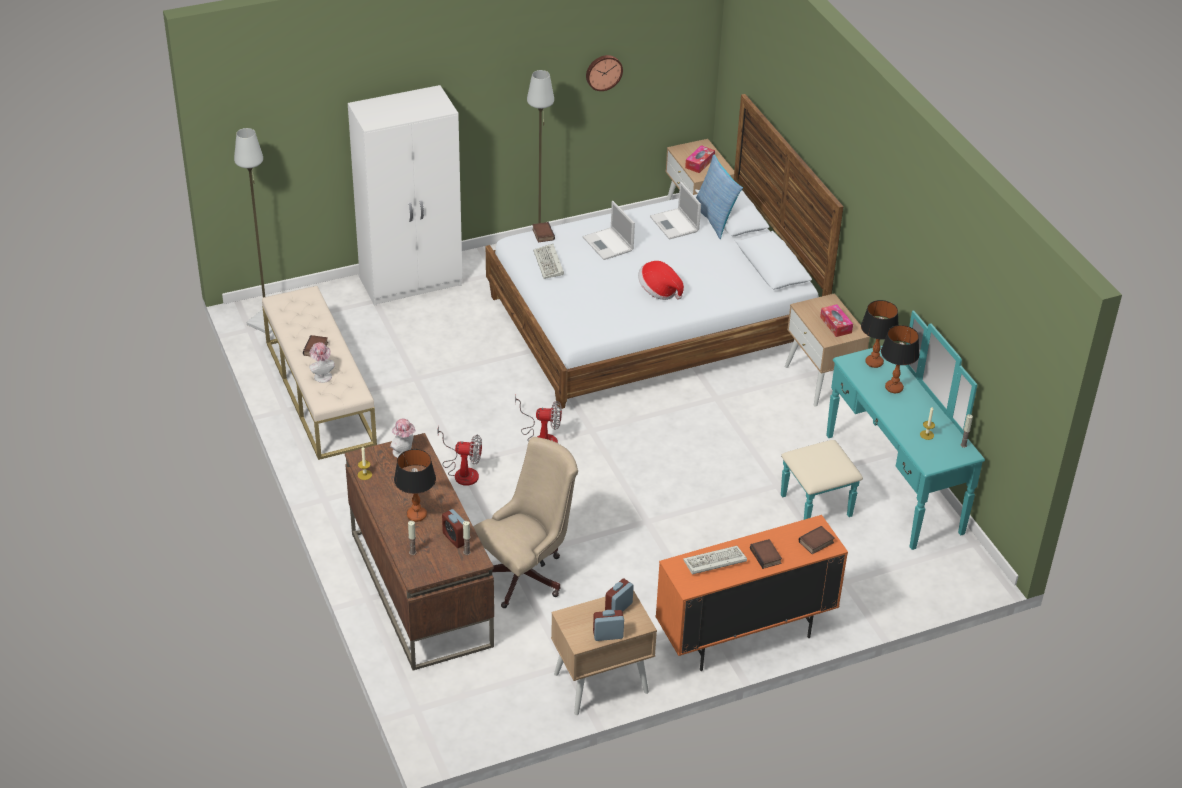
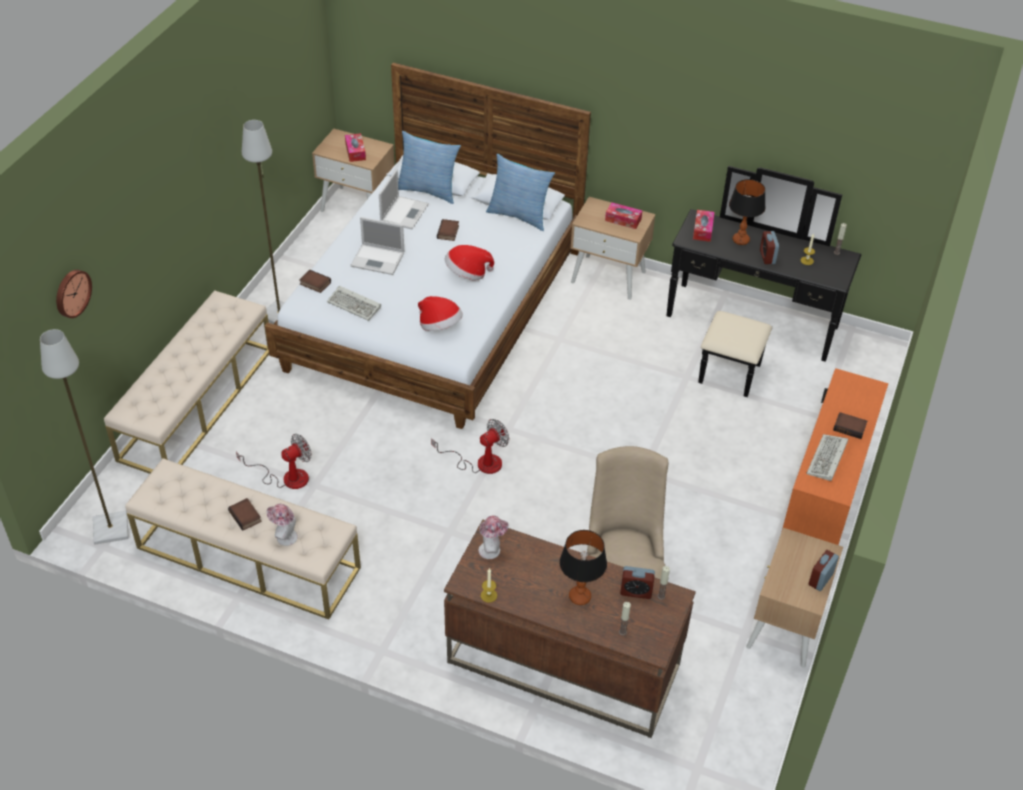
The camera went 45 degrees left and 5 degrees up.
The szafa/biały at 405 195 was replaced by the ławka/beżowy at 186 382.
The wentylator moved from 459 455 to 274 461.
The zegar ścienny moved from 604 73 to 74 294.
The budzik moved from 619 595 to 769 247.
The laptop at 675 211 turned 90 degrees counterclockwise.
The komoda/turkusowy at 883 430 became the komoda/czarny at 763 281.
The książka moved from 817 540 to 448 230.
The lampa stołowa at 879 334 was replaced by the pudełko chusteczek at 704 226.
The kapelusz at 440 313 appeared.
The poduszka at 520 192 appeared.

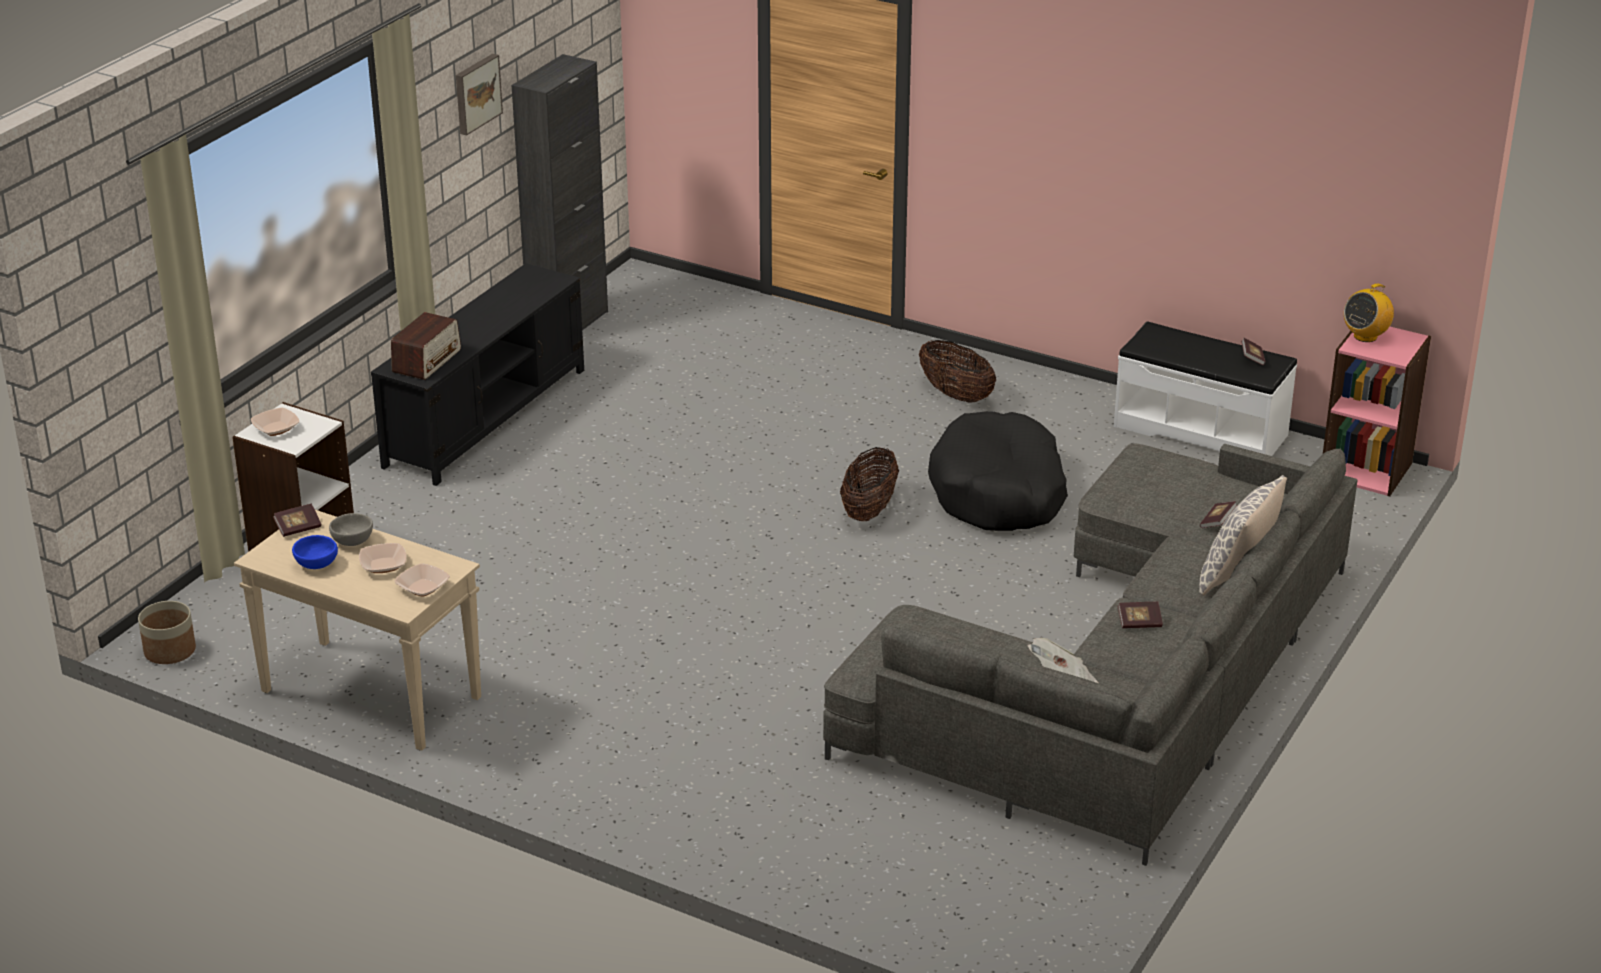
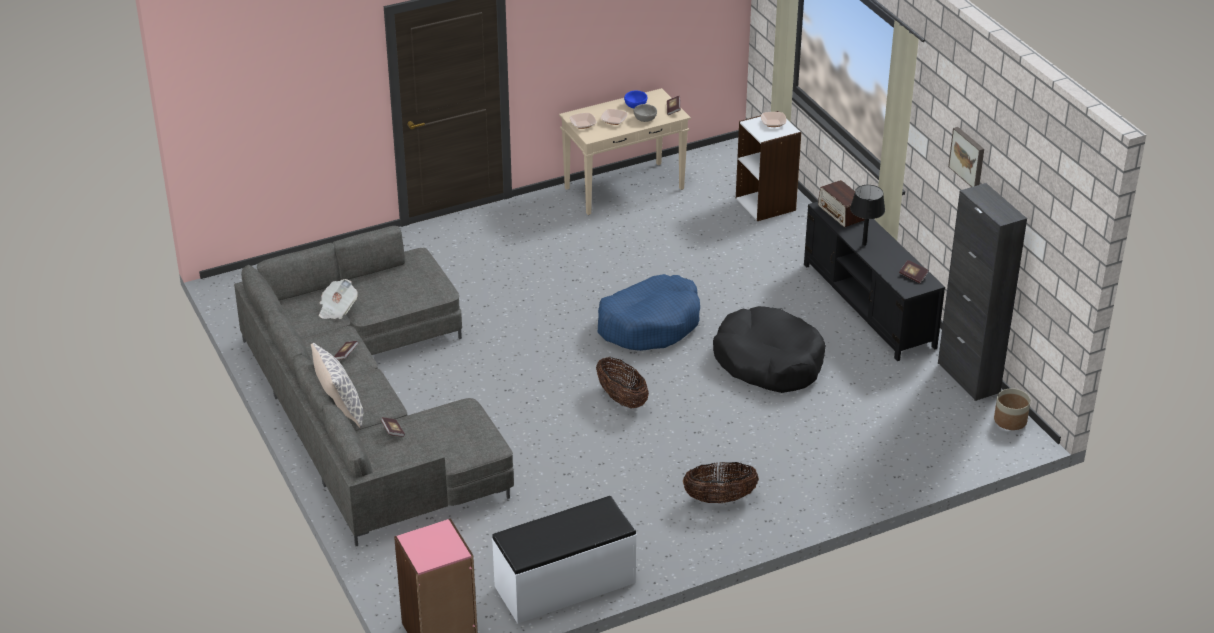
The camera went 125 degrees right and 5 degrees up.
The donica moved from 167 632 to 1012 409.
The legowisko/czarny moved from 998 471 to 769 349.
The książka moved from 1253 351 to 913 271.
The radio at 1369 313 disappeared.
The legowisko/niebieski at 649 312 appeared.
The lampa stołowa/czarny at 867 215 appeared.

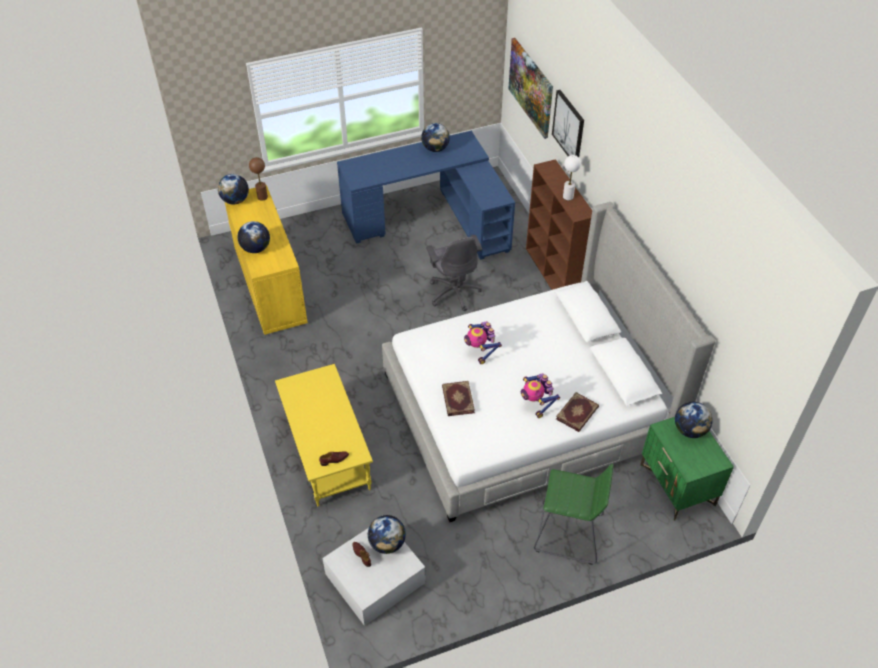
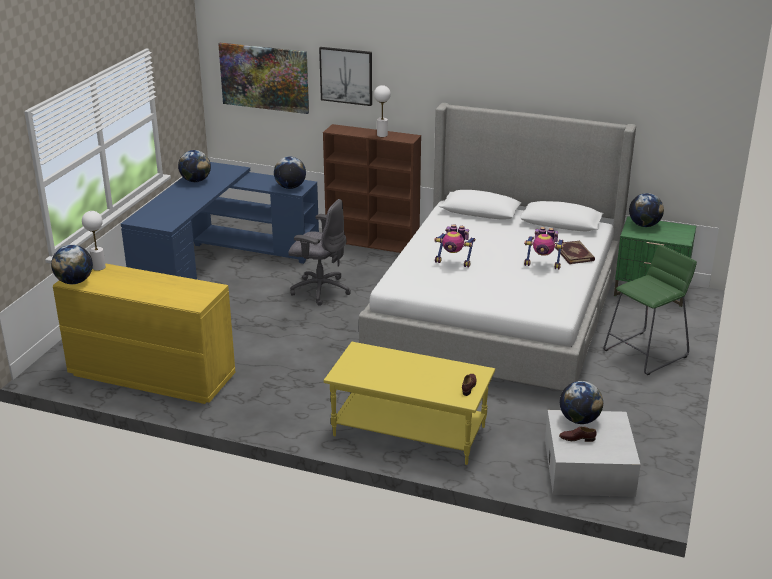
The camera went 50 degrees left and 20 degrees down.
The globus moved from 253 237 to 290 172.
The lampa stołowa/brązowy at 258 178 became the lampa stołowa/biały at 94 241.
The książka at 458 398 disappeared.

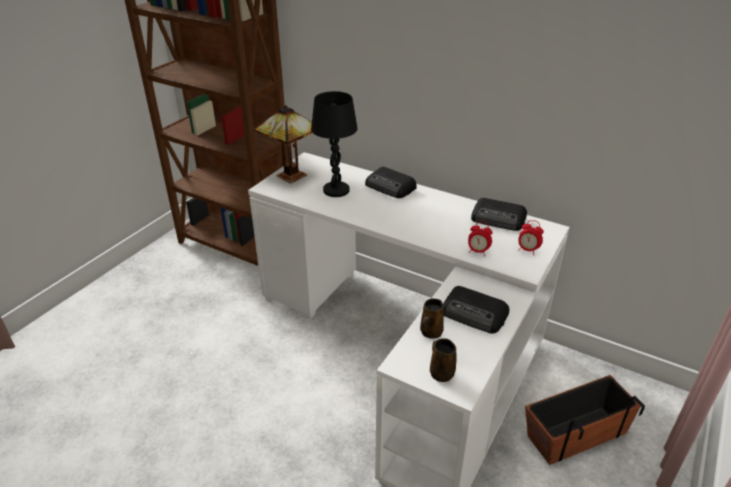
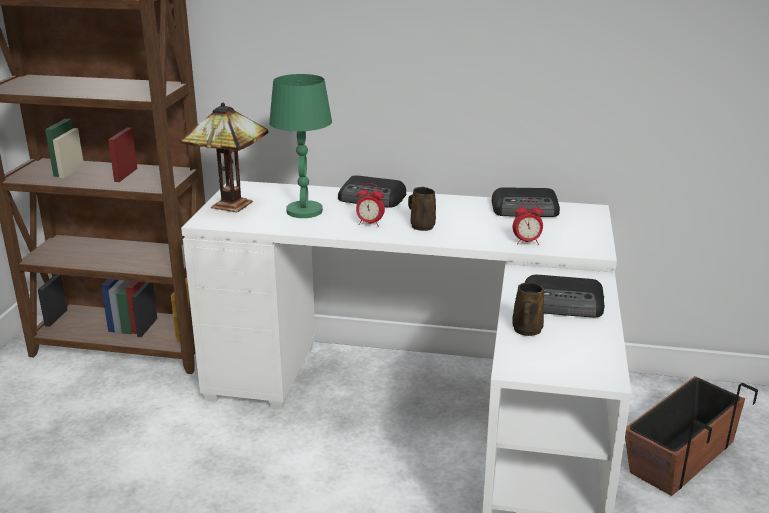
The camera went 20 degrees left and 10 degrees down.
The lampa stołowa/czarny at 334 144 became the lampa stołowa/zielony at 300 146.
The kubek/brązowy moved from 443 360 to 422 209.
The budzik moved from 531 237 to 370 205.

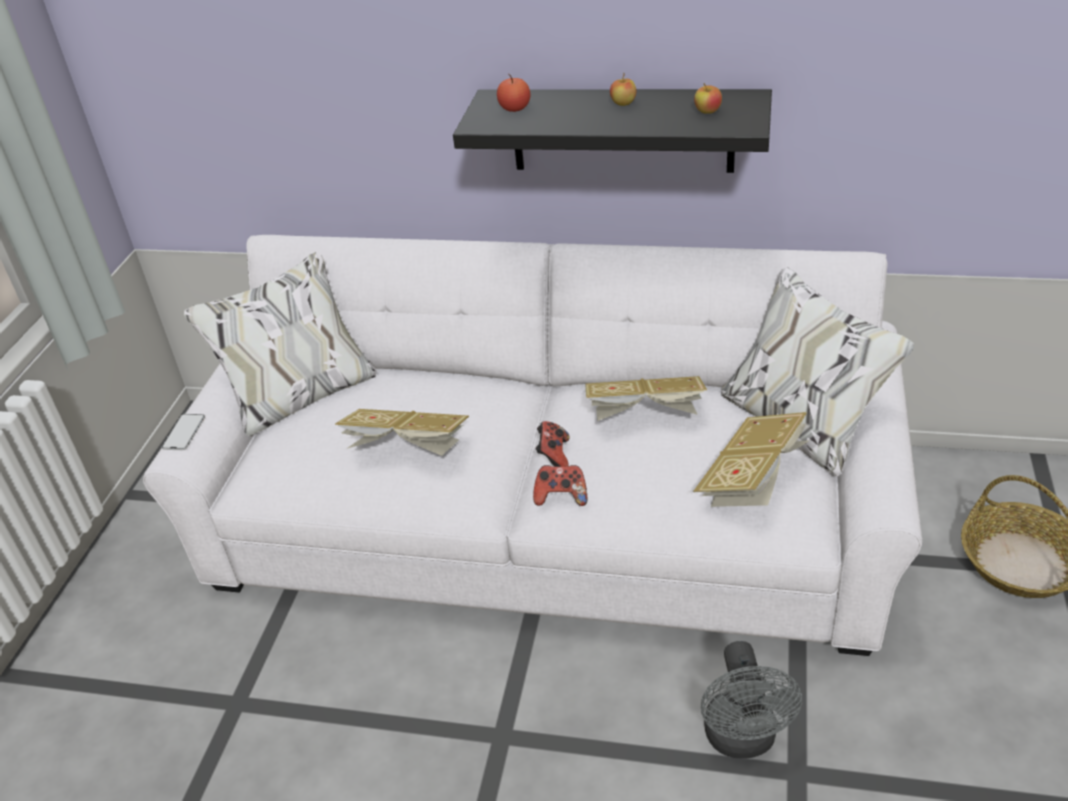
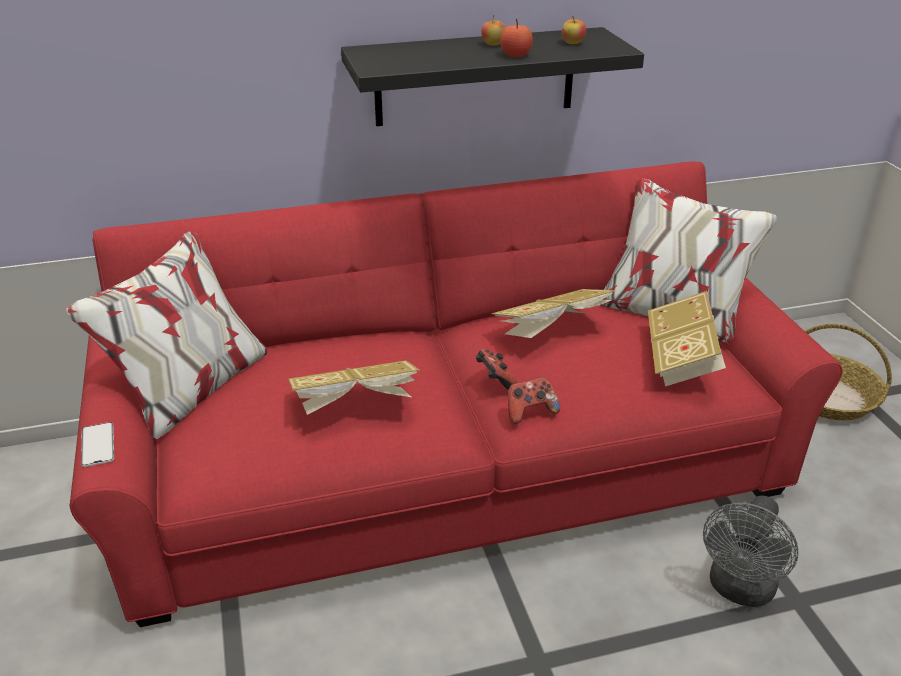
The camera went 30 degrees left and 5 degrees down.
The kanapa/biały at 532 445 became the kanapa/czerwony at 454 394.
The jabłko moved from 513 93 to 517 38.
The wentylator/szary at 751 699 turned 60 degrees clockwise.

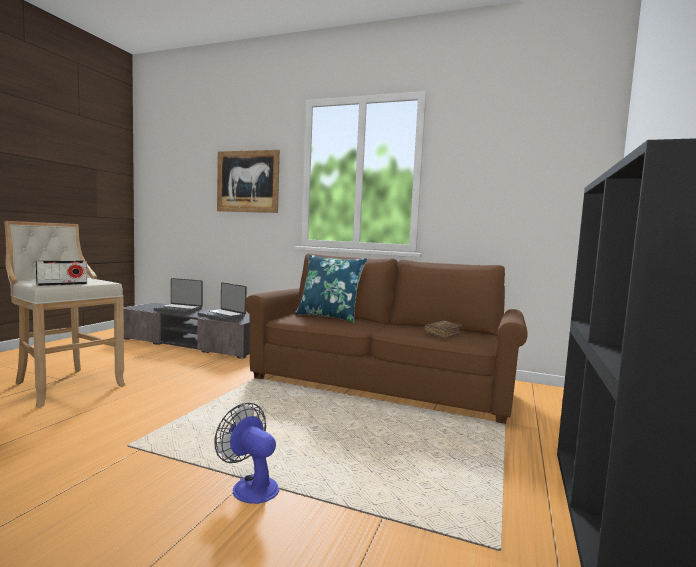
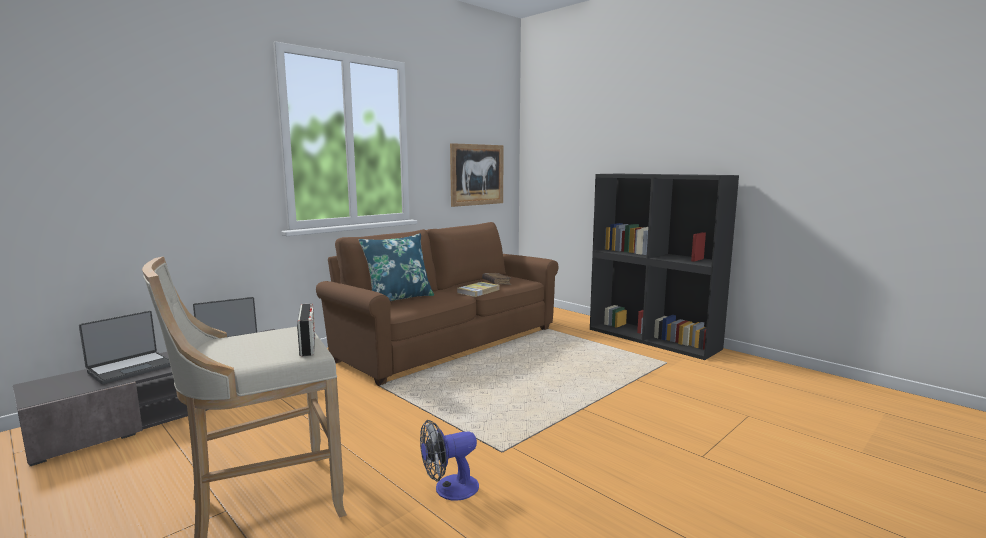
The camera went 65 degrees left and 5 degrees up.
The wentylator moved from 246 453 to 449 460.
The obraz moved from 248 181 to 476 175.
The książka at 478 289 appeared.

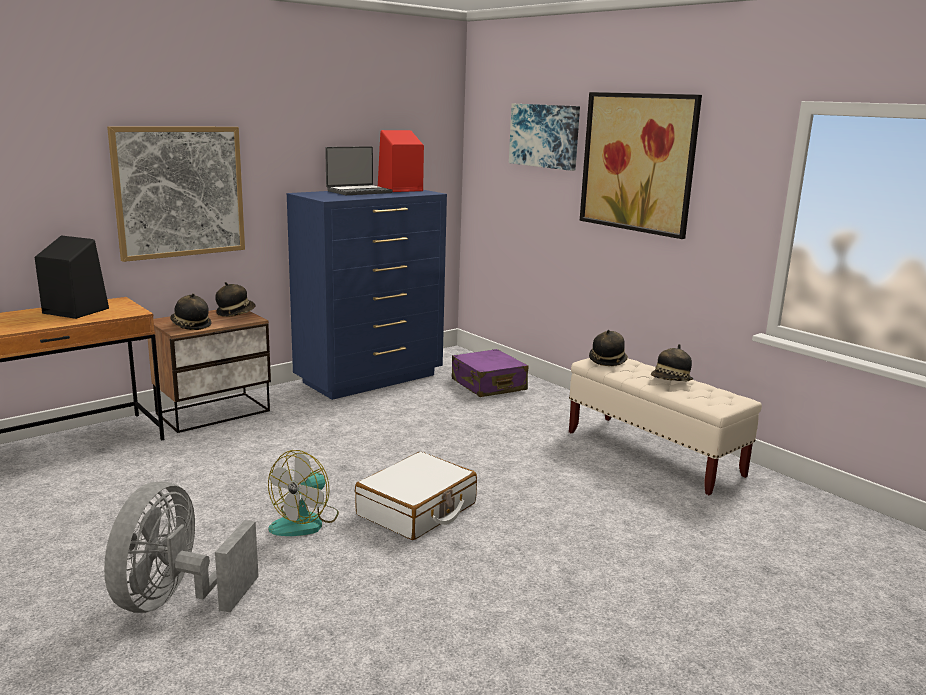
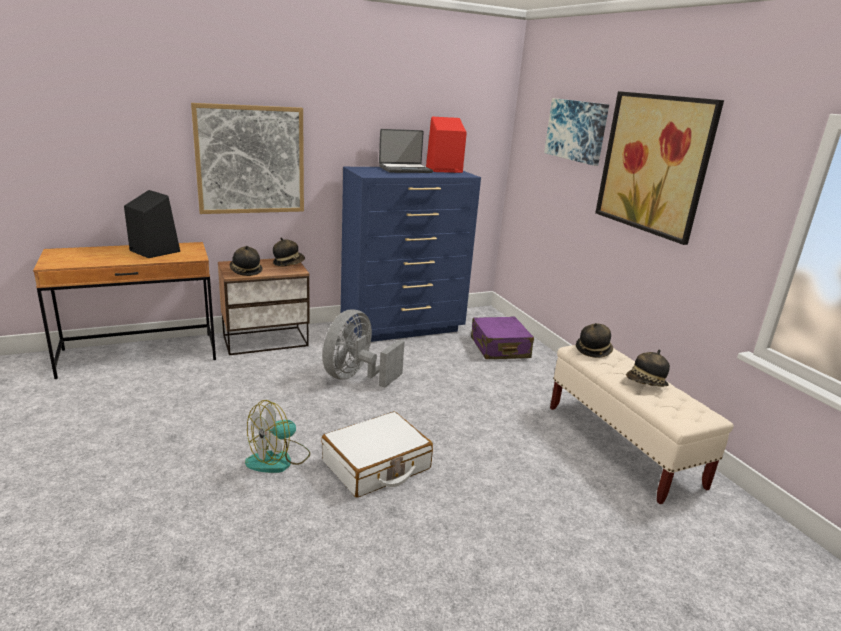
The camera went 15 degrees right and 5 degrees up.
The wentylator/szary moved from 181 547 to 364 348.

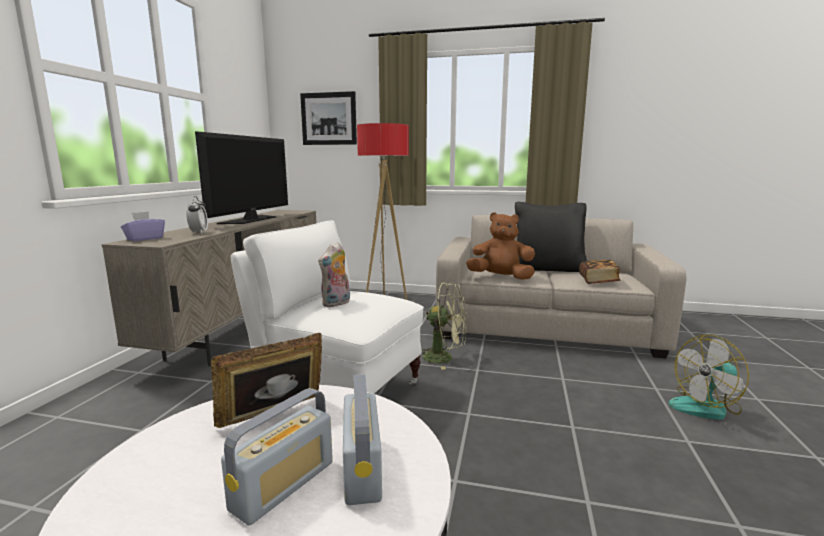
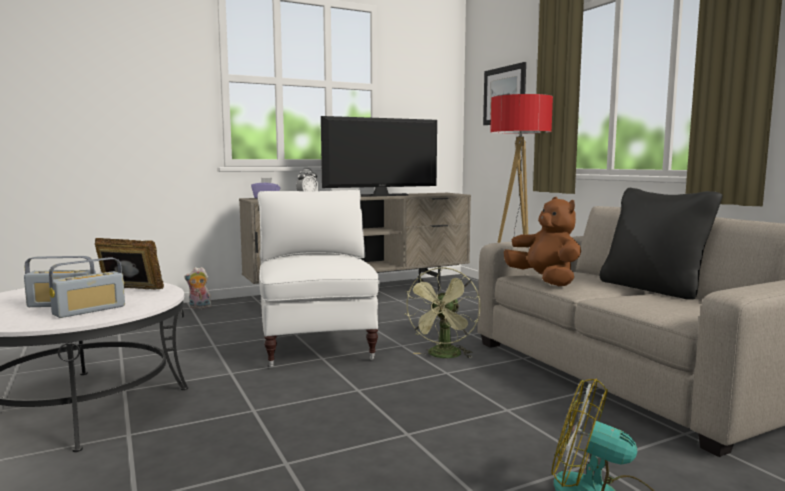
The camera went 50 degrees right and 5 degrees down.
The pluszak moved from 334 274 to 198 288.
The wentylator/zielony at 444 326 turned 45 degrees clockwise.
The książka at 600 272 disappeared.

